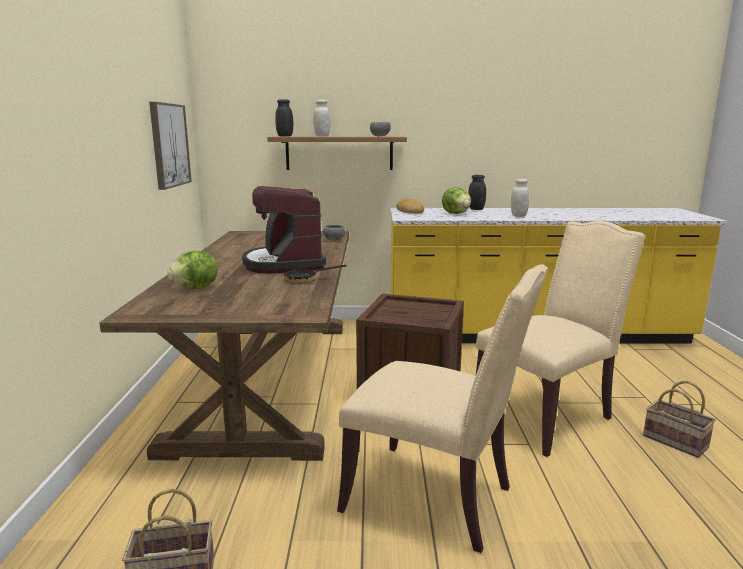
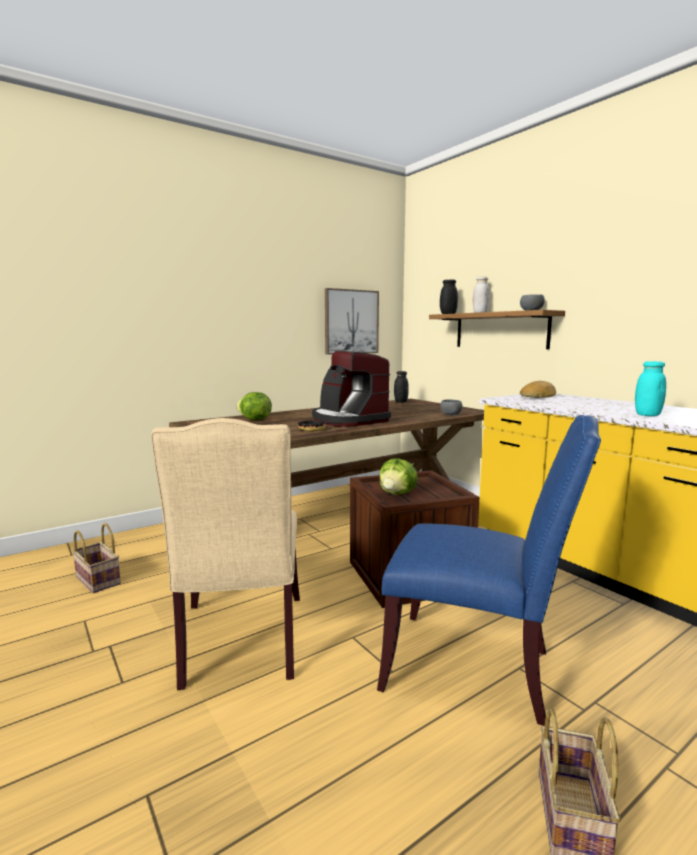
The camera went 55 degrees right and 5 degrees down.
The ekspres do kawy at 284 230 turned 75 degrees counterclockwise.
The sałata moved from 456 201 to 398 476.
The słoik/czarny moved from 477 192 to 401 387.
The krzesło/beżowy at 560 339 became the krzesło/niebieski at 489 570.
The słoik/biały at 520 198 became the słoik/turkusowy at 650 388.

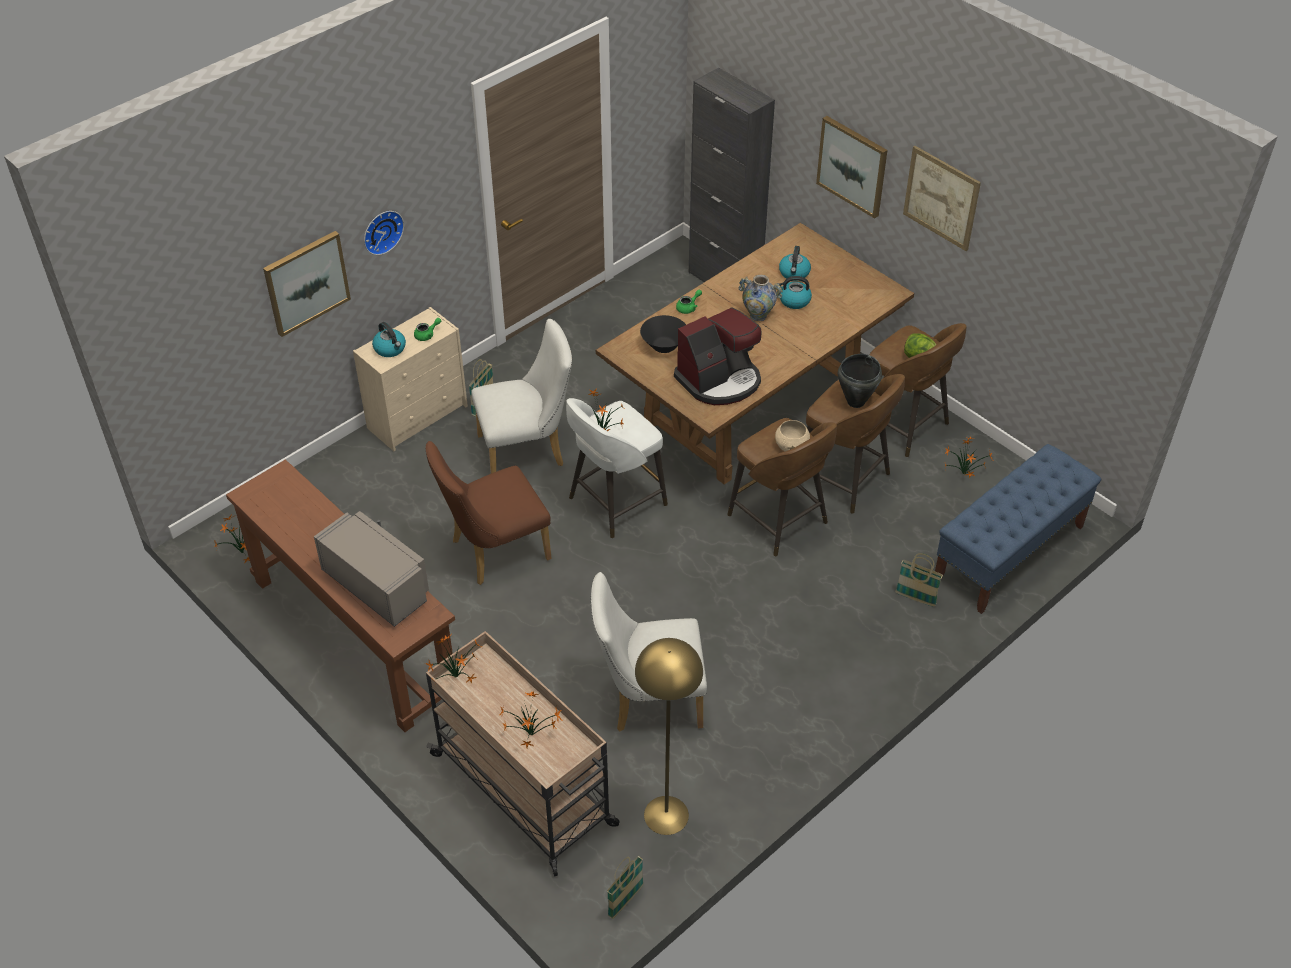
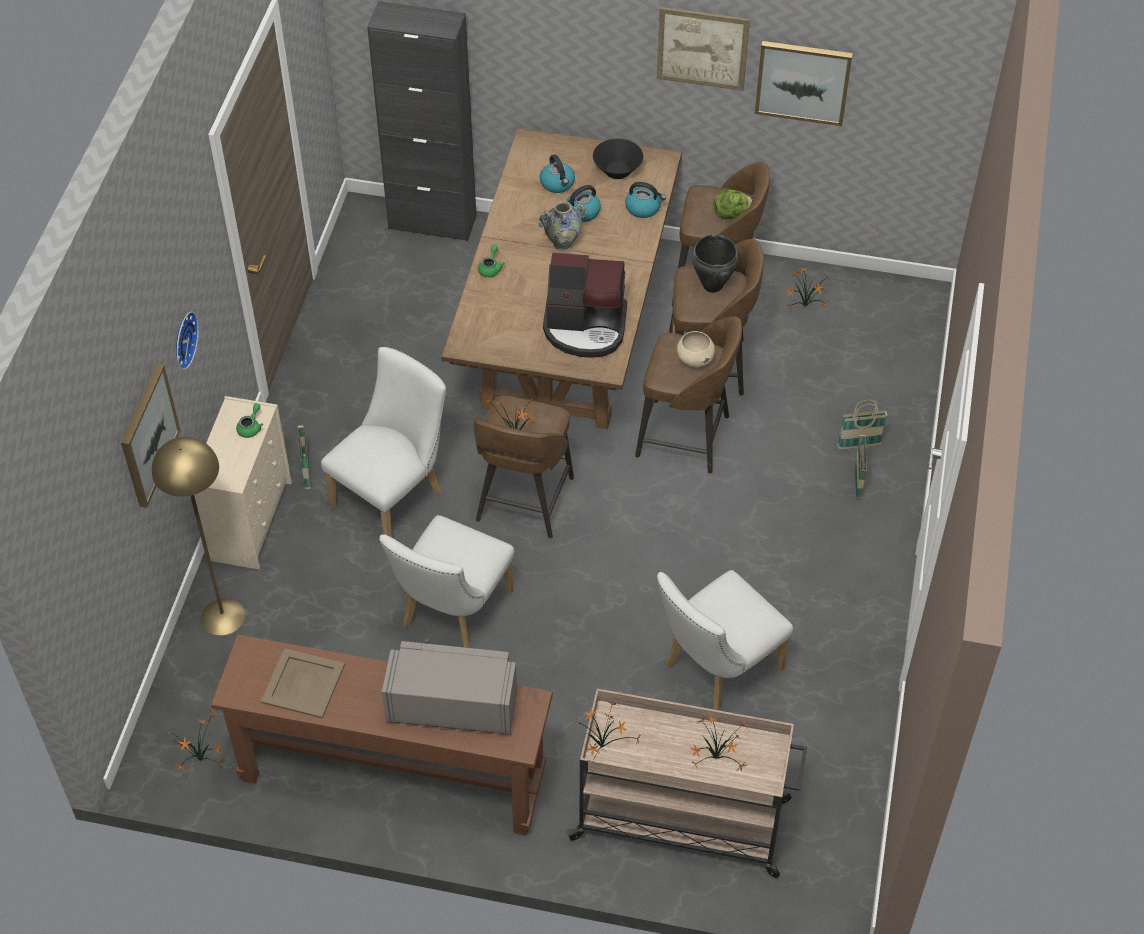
The camera went 35 degrees left and 5 degrees up.
The czajnik moved from 389 339 to 645 200.
The krzesło/brązowy at 488 513 became the krzesło/biały at 446 581.
The stołek/biały at 617 468 became the stołek/brązowy at 523 467.
The koszyk moved from 625 887 to 861 466.
The lampa stojąca/żółty moved from 669 736 to 198 536.
The miska/czarny moved from 663 334 to 618 159.
The ekspres do kawy at 718 356 turned 75 degrees clockwise.
The obraz moved from 851 167 to 804 83.
The ławka/niebieski at 1018 529 disappeared.
The taca/beżowy at 303 683 appeared.

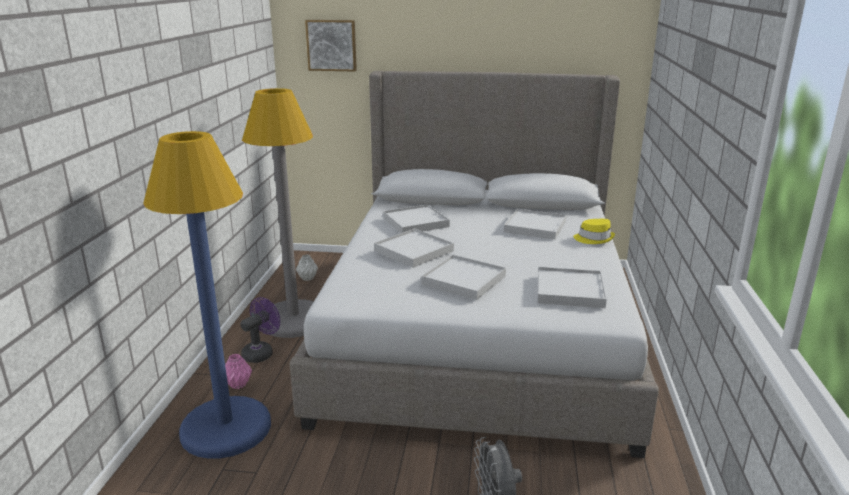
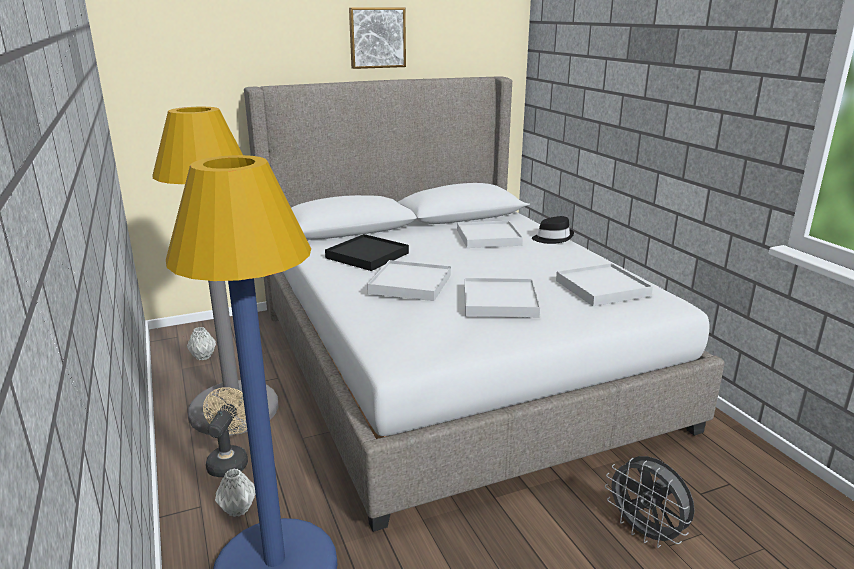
The camera went 30 degrees left and 0 degrees up.
The wazon/różowy at 238 371 became the wazon/szary at 235 493.
The wentylator/fioletowy at 260 330 became the wentylator/beżowy at 225 432.
The obraz moved from 331 46 to 377 38.
The taca/biały at 416 218 became the taca/czarny at 367 252.
The kapelusz/żółty at 594 231 became the kapelusz/czarny at 553 230.

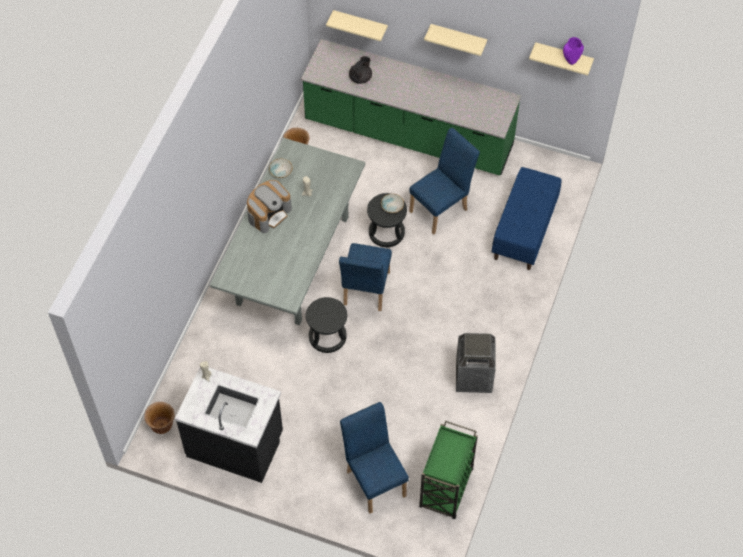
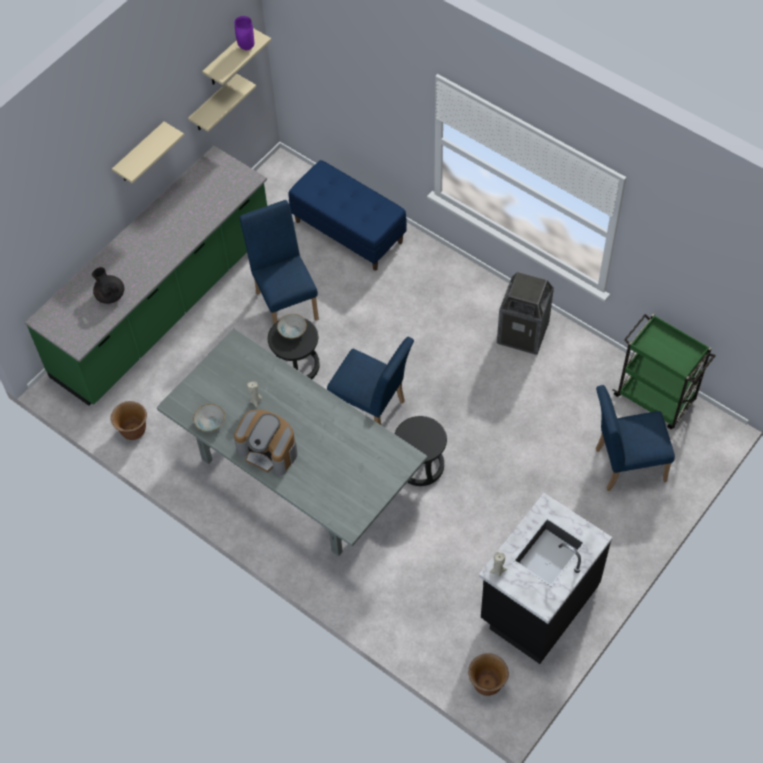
The camera went 70 degrees left and 0 degrees up.
The ekspres do kawy at 269 206 turned 150 degrees clockwise.
The półka/beżowy moved from 357 25 to 222 103.

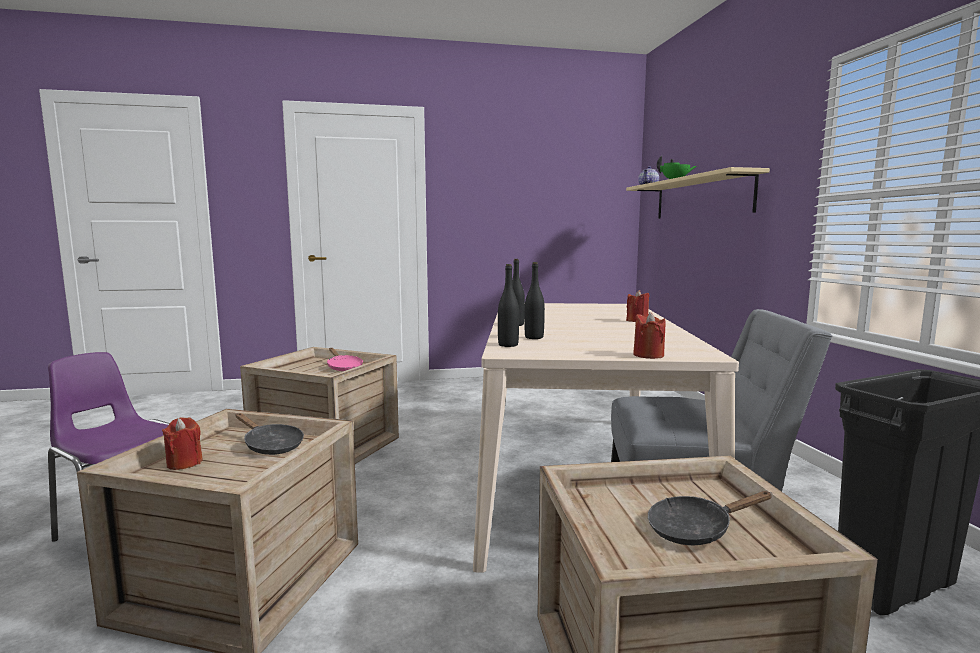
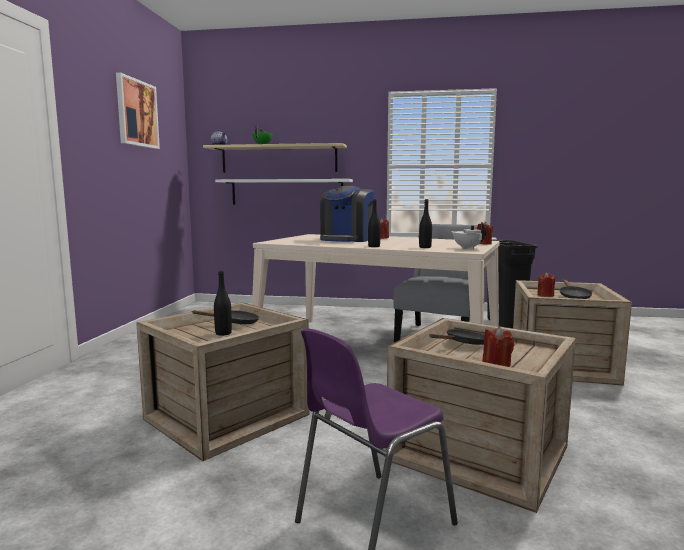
The camera went 70 degrees left and 0 degrees up.
The patelnia/różowy at 345 359 became the patelnia/czarny at 225 317.
The butelka/czarny moved from 508 305 to 223 303.
The obraz at 138 110 appeared.
The półka/biały at 284 192 appeared.
The ekspres do kawy at 347 214 appeared.
The imbryk/biały at 468 235 appeared.
The świeca/czerwony at 546 285 appeared.

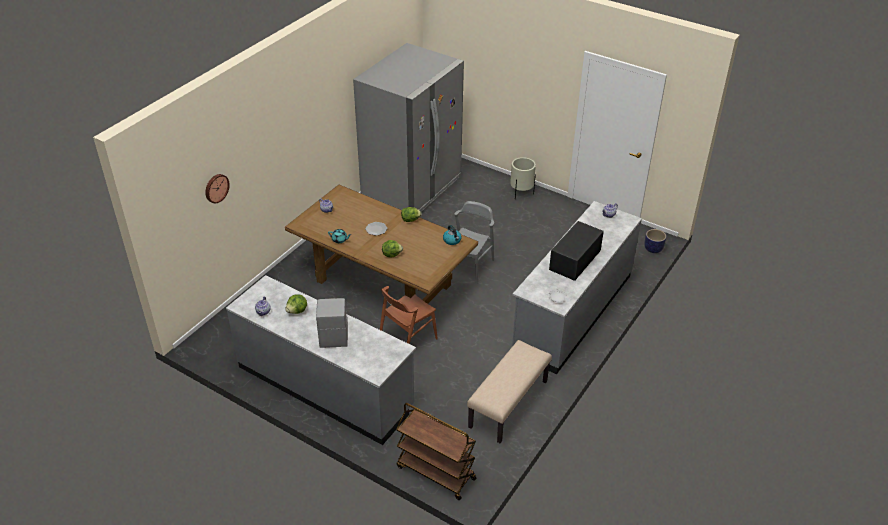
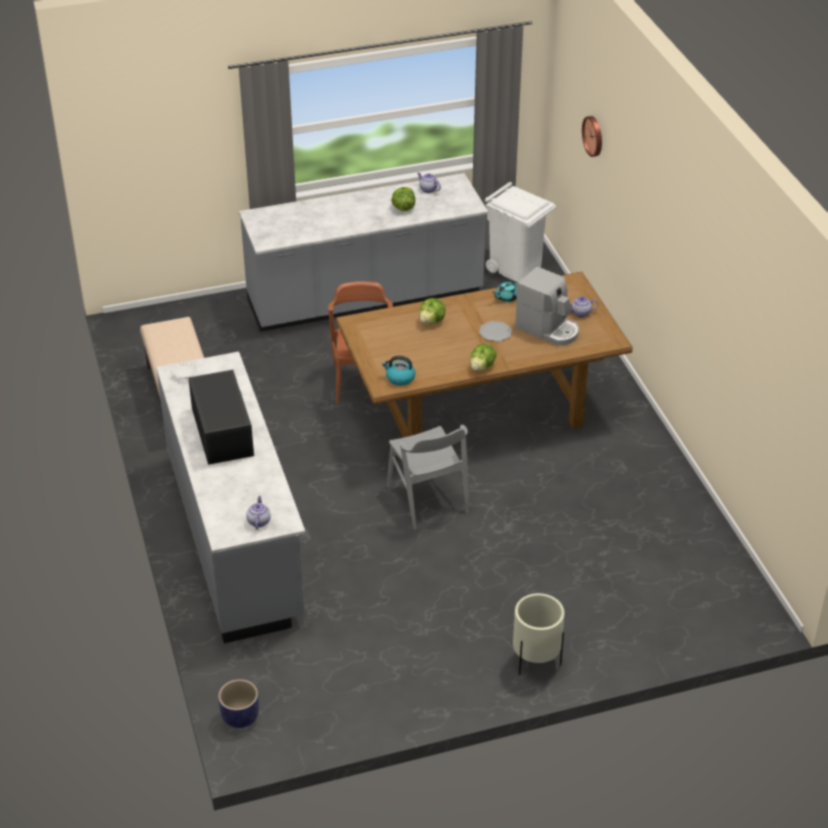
The camera went 130 degrees right and 0 degrees up.
The ekspres do kawy moved from 332 323 to 547 305.
The lodówka/szary at 408 127 disappeared.
The wózek/brązowy at 436 451 disappeared.
The kosz na śmieci/biały at 520 232 appeared.

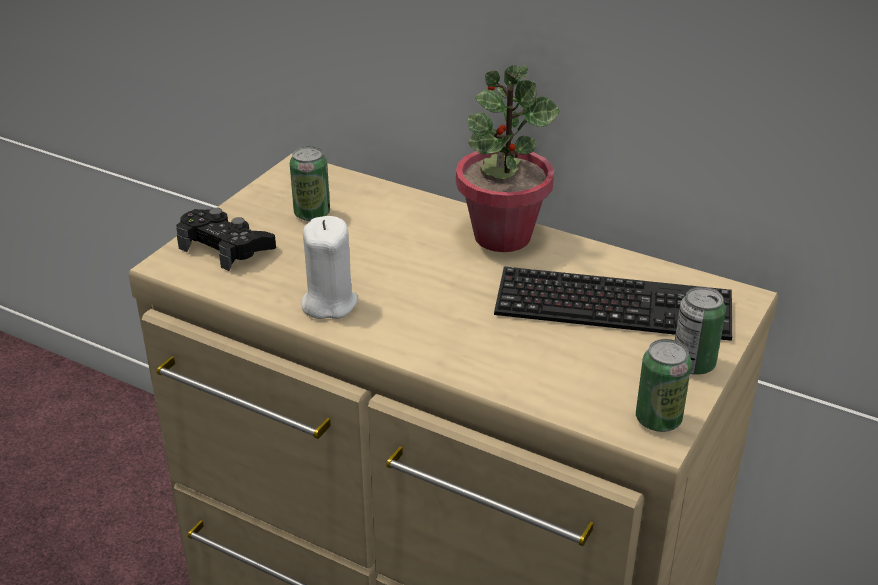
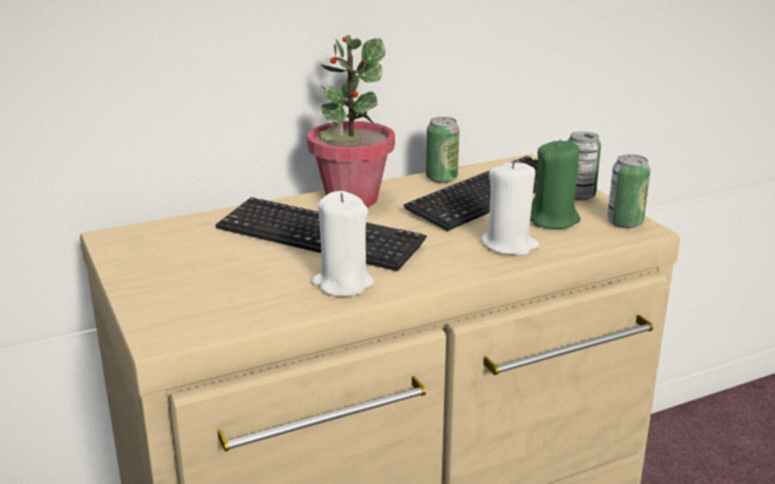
The camera went 55 degrees left and 10 degrees down.
The pad do gier/czarny at 226 239 disappeared.
The puszka moved from 310 183 to 442 150.
The klawiatura at 321 234 appeared.
The świeca/biały at 510 208 appeared.
The świeca/zielony at 555 184 appeared.

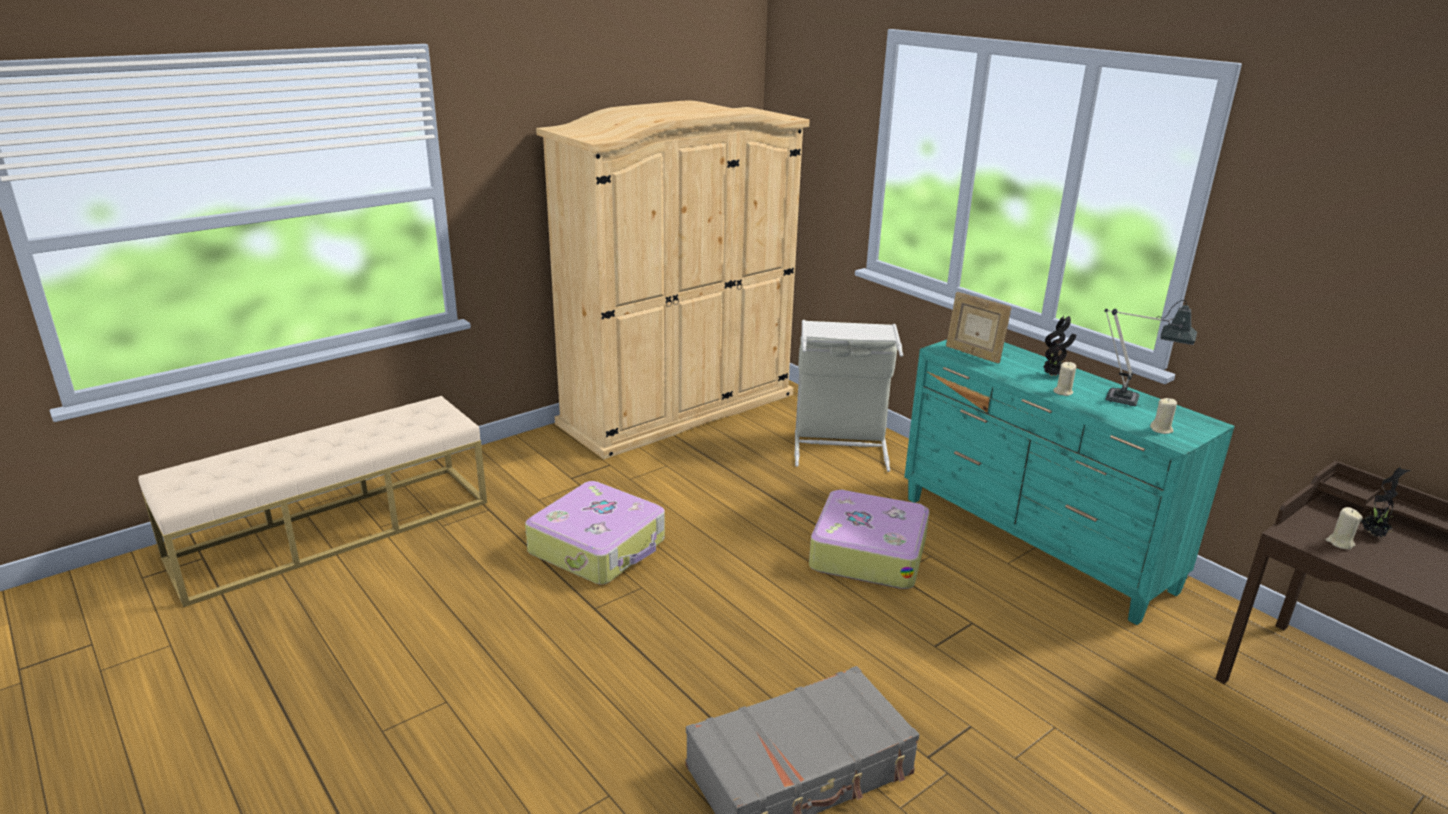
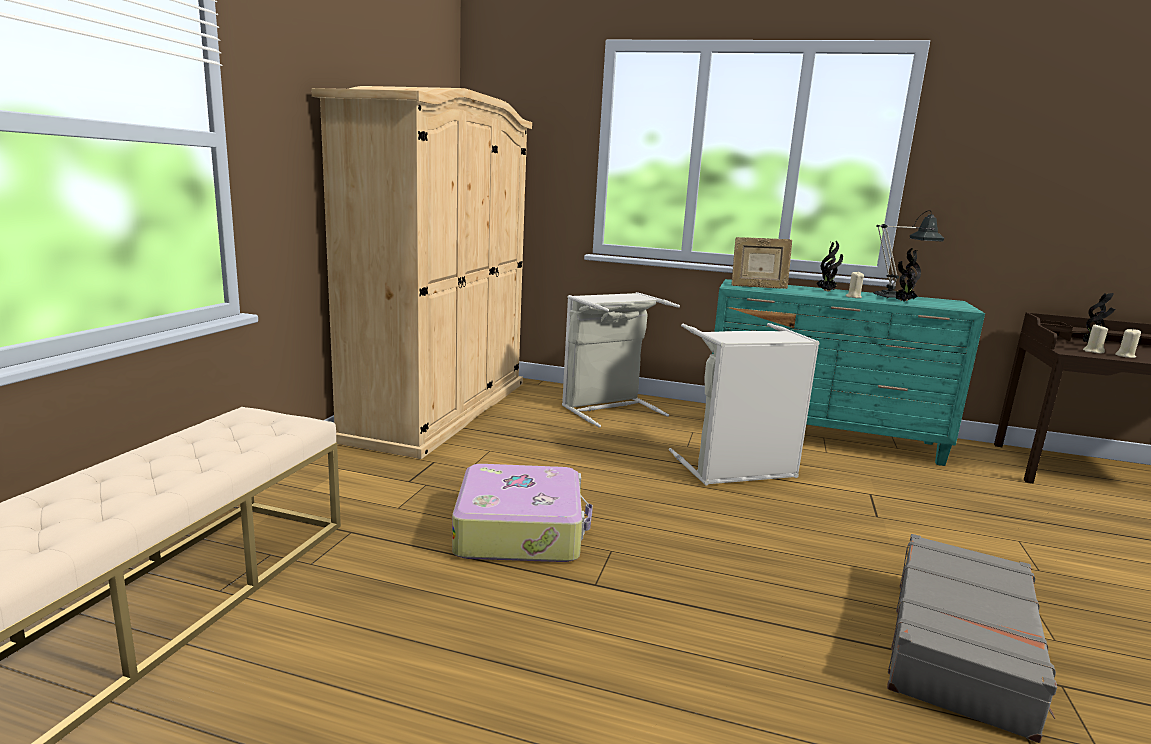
The camera went 35 degrees left and 10 degrees down.
The walizka at 869 539 was replaced by the kosz na pranie/szary at 744 404.
The świeca/beżowy moved from 1163 416 to 1128 343.
The roślina doniczkowa at 908 275 appeared.

